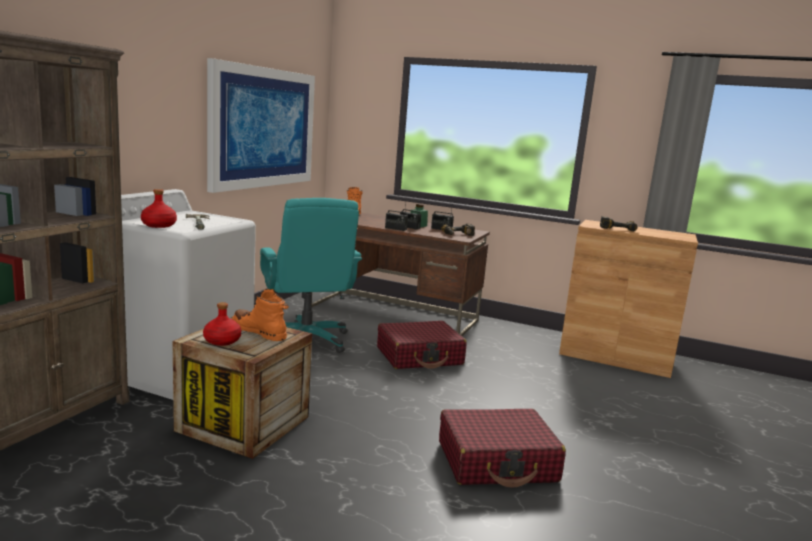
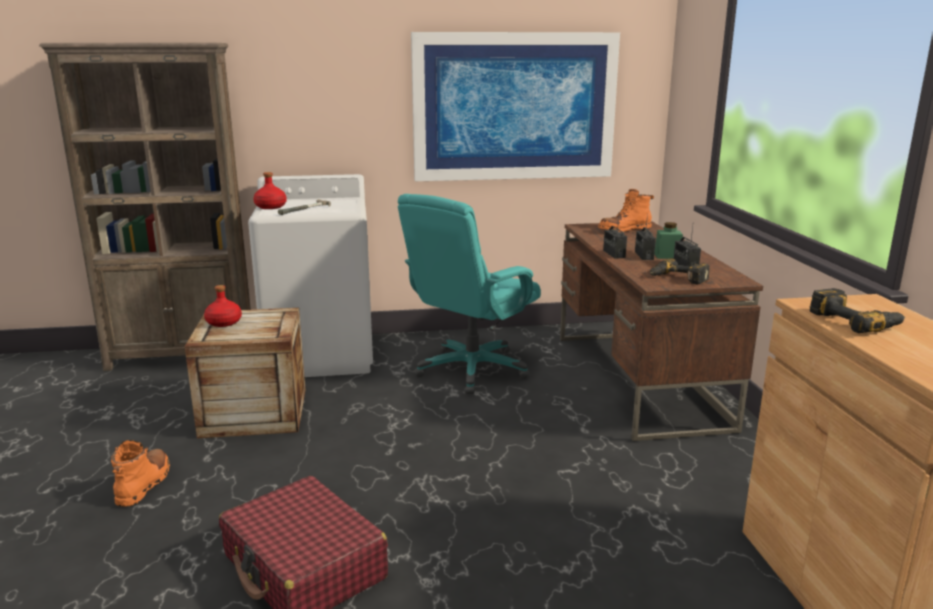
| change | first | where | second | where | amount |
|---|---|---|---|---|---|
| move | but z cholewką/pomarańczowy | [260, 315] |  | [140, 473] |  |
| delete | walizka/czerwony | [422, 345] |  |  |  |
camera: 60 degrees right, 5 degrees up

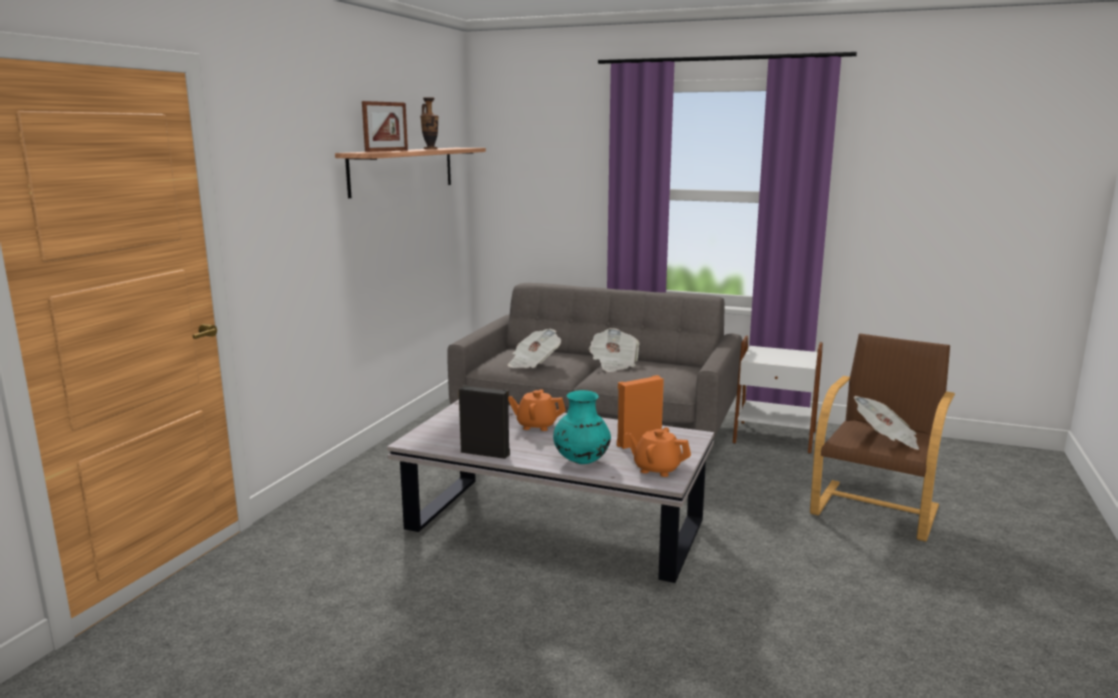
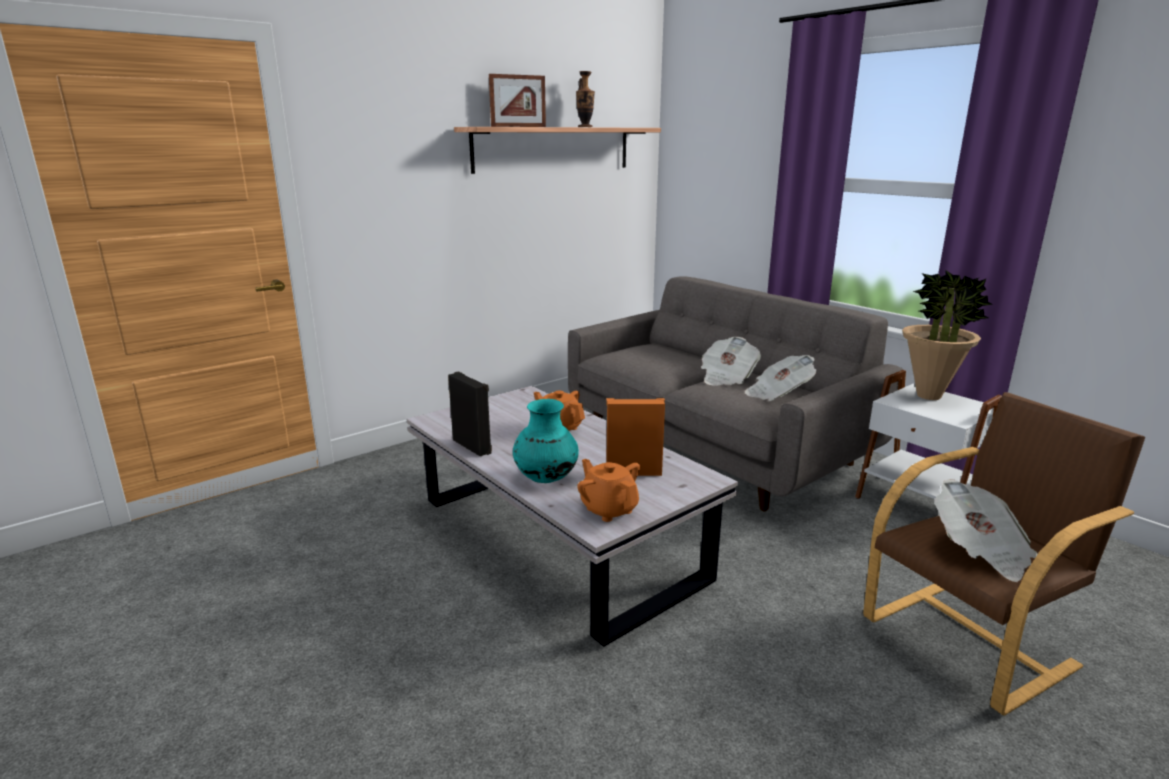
| change | first | where | second | where | amount |
|---|---|---|---|---|---|
| move | gazeta | [534, 348] |  | [780, 378] |  |
| insert |  |  | roślina doniczkowa | [947, 335] |  |
camera: 30 degrees right, 5 degrees up

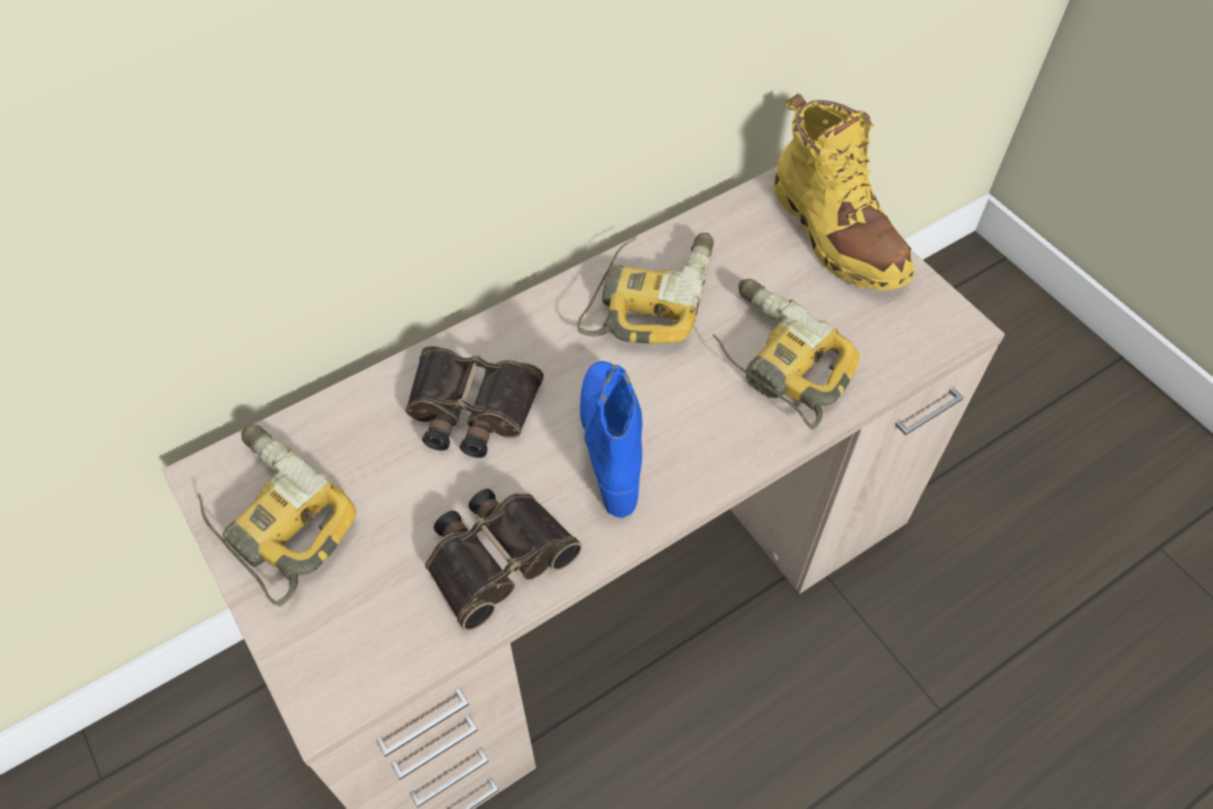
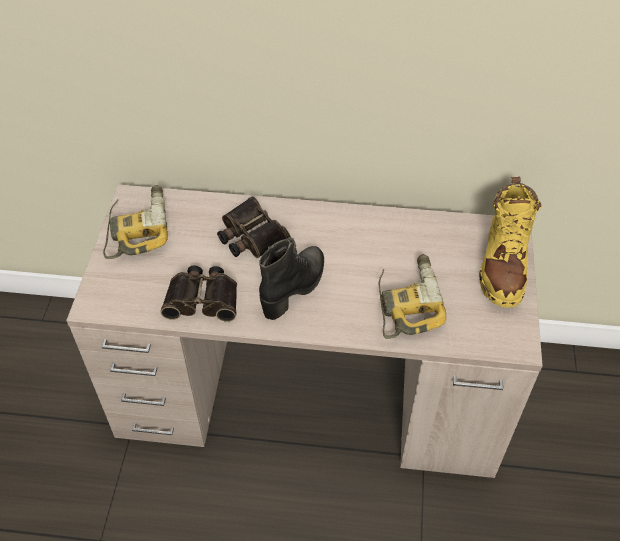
| change | first | where | second | where | amount |
|---|---|---|---|---|---|
| delete | wiertarka | [645, 288] |  |  |  |
| recolor | but z cholewką/niebieski | [611, 439] | but z cholewką/czarny | [291, 278] |  |
camera: 40 degrees right, 5 degrees down

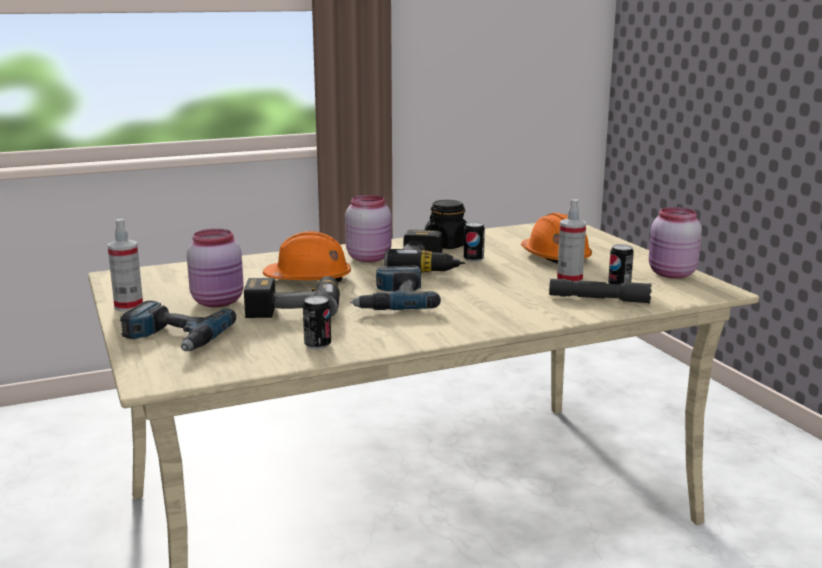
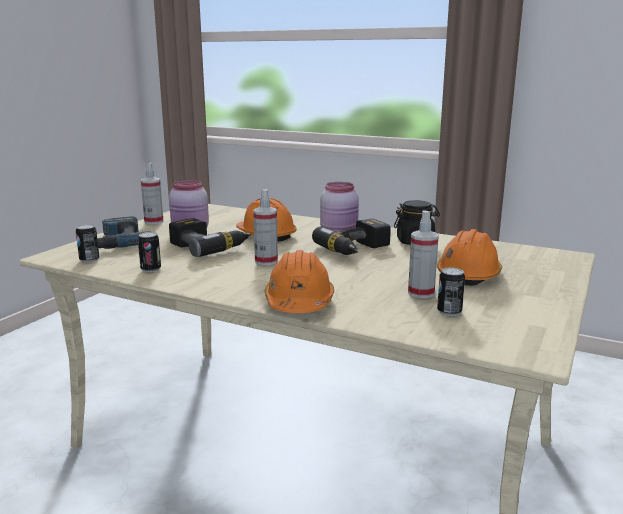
| change | first | where | second | where | amount |
|---|---|---|---|---|---|
| delete | słoik/różowy | [675, 242] |  |  |  |
| move | puszka | [474, 242] |  | [87, 243] |  |
| replace | wiertarka | [395, 288] | spryskiwacz | [265, 227] |  |
| delete | latarka/szary | [600, 291] |  |  |  |
| insert |  |  | kask/pomarańczowy | [299, 281] |  |
camera: 50 degrees right, 0 degrees up

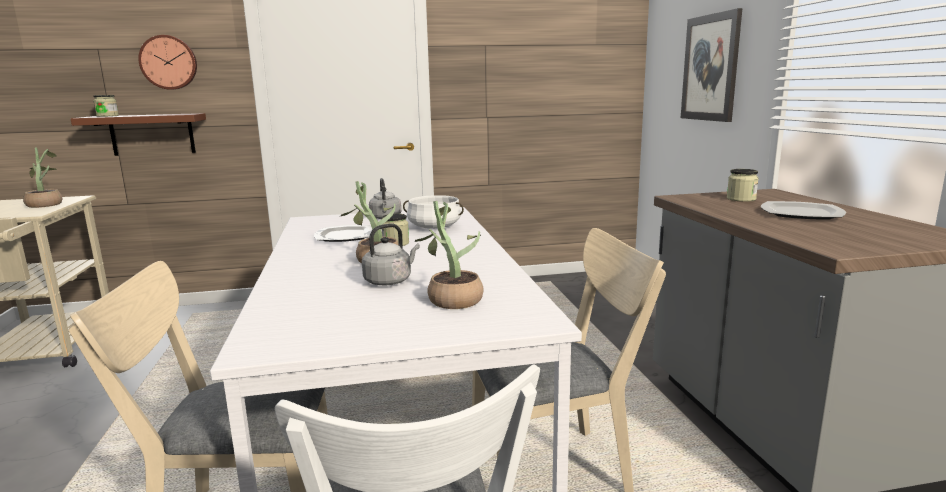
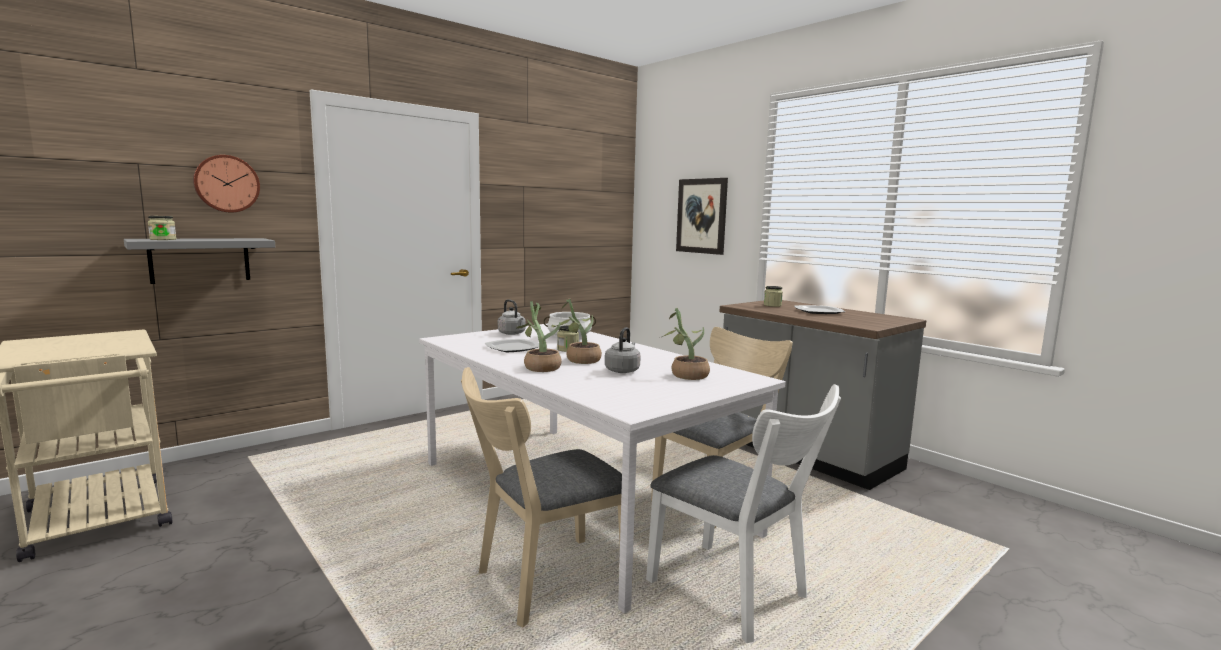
| change | first | where | second | where | amount |
|---|---|---|---|---|---|
| recolor | półka/brązowy | [138, 134] | półka/szary | [199, 261] |  |
| move | roślina doniczkowa | [42, 178] |  | [539, 336] |  |
camera: 30 degrees left, 5 degrees down

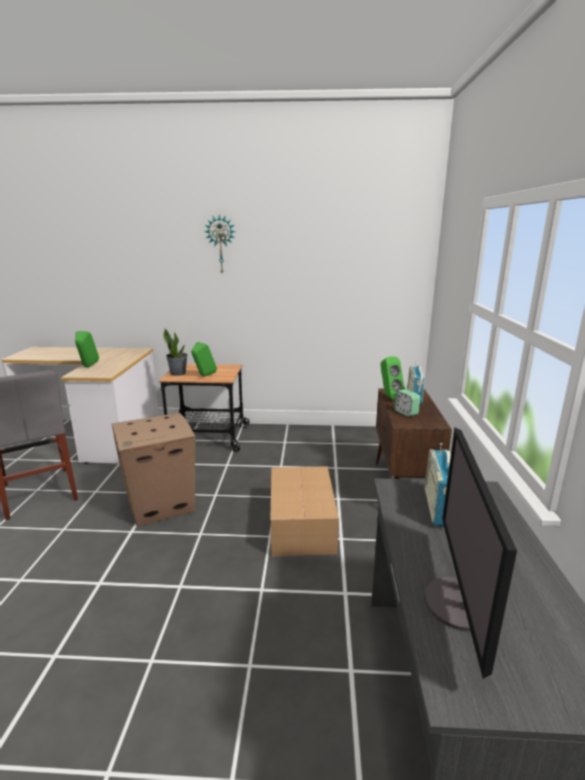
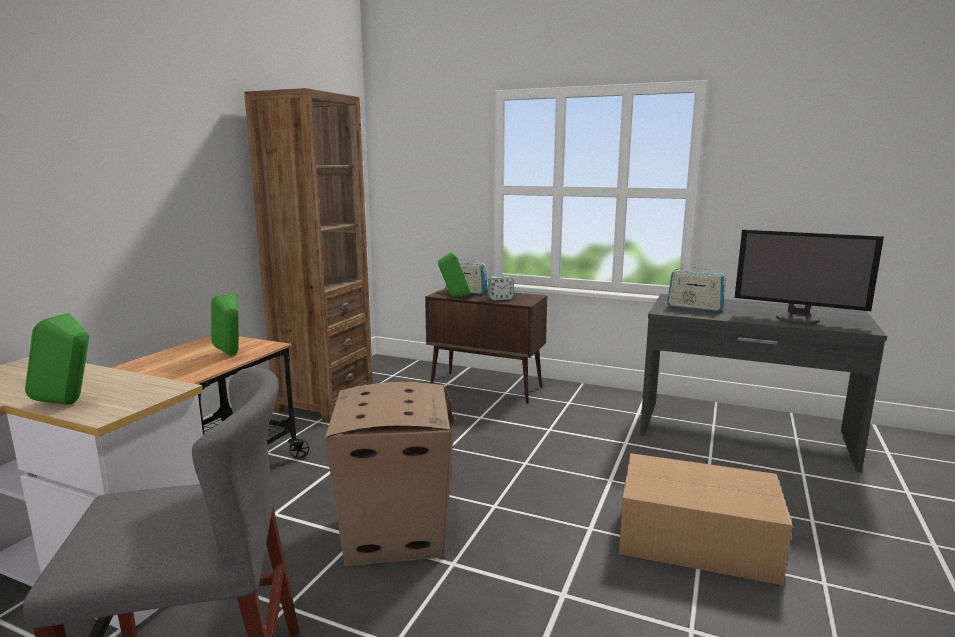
| change | first | where | second | where | amount |
|---|---|---|---|---|---|
| delete | zegar ścienny | [220, 244] |  |  |  |
| delete | roślina doniczkowa | [175, 352] |  |  |  |
| move | karton | [304, 511] |  | [706, 519] |  |
| insert |  |  | regał/brązowy | [308, 255] |  |
camera: 70 degrees left, 5 degrees down

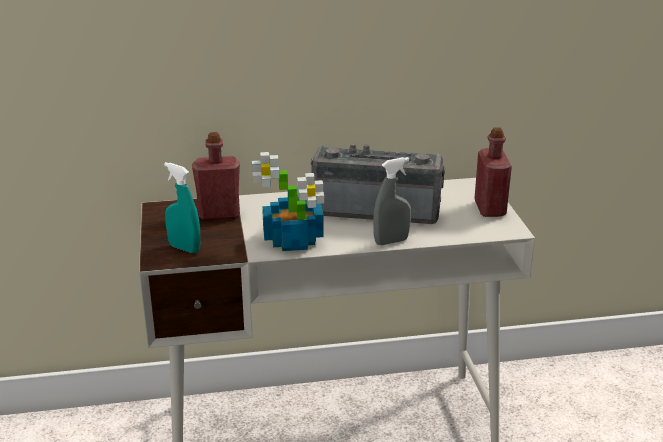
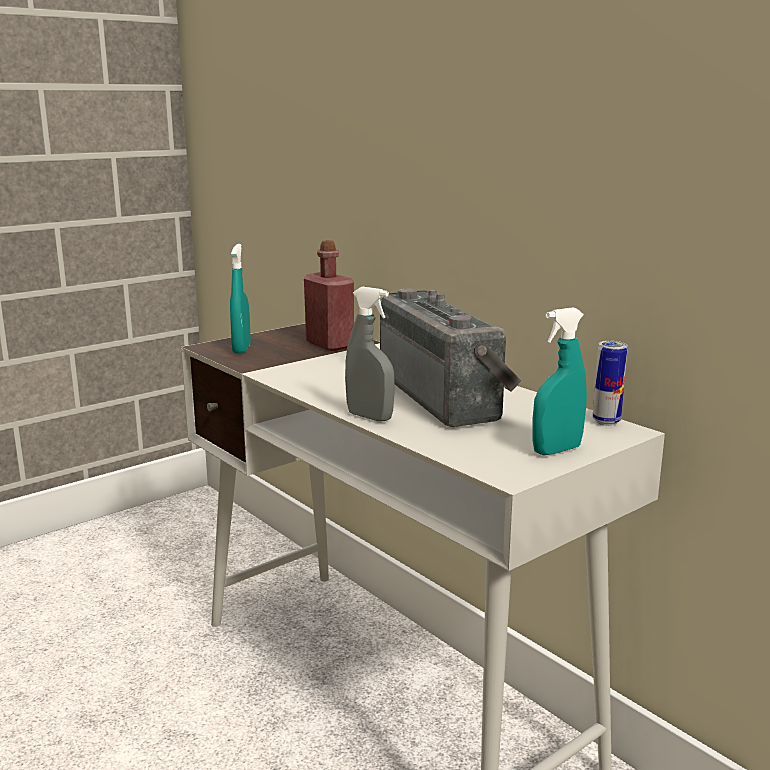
| change | first | where | second | where | amount |
|---|---|---|---|---|---|
| replace | butelka/czerwony | [493, 172] | spryskiwacz/turkusowy | [559, 381] |  |
| delete | roślina doniczkowa | [288, 201] |  |  |  |
| insert |  |  | puszka | [610, 383] |  |
camera: 60 degrees right, 10 degrees down

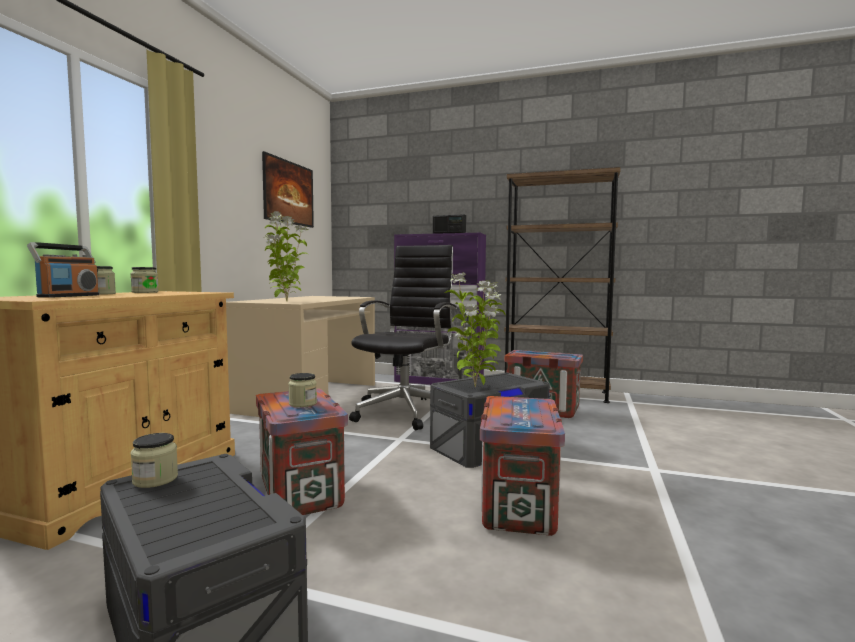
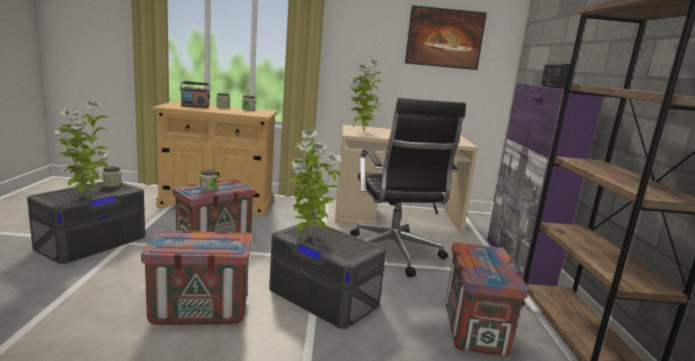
| change | first | where | second | where | amount |
|---|---|---|---|---|---|
| rotate | krzesło biurowe/czarny | [403, 337] |  | [408, 187] | 75 degrees clockwise |
| insert |  |  | roślina doniczkowa | [81, 149] |  |
camera: 70 degrees right, 10 degrees up

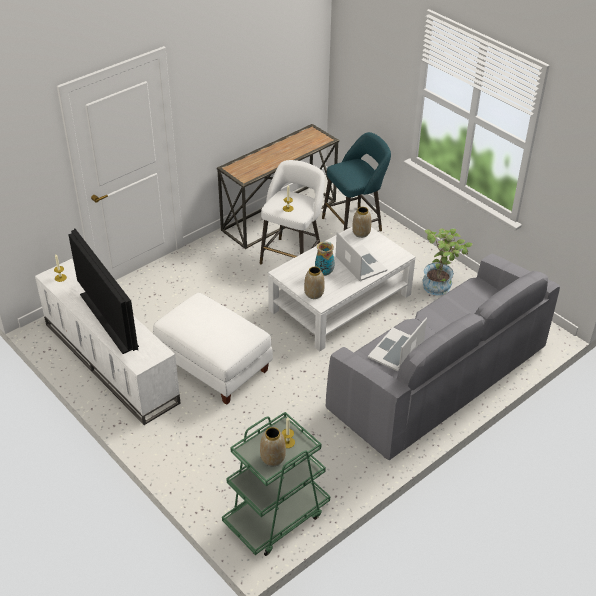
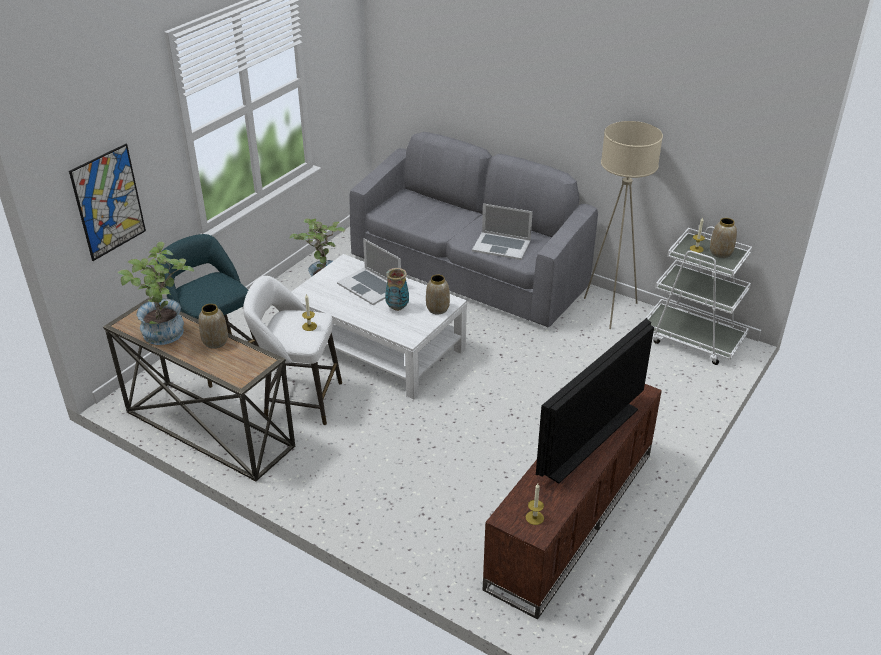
| change | first | where | second | where | amount |
|---|---|---|---|---|---|
| move | wazon | [361, 222] |  | [213, 326] |  |
| rotate | laptop | [361, 256] |  | [369, 271] | 90 degrees counterclockwise |
| recolor | szafka pod telewizor/biały | [108, 341] | szafka pod telewizor/brązowy | [572, 502] |  |
| delete | pufa/biały | [213, 349] |  |  |  |
| recolor | wózek/zielony | [276, 484] | wózek/biały | [698, 295] |  |
| insert |  |  | lampa stojąca/beżowy | [623, 225] |  |
| insert |  |  | obraz | [107, 202] |  |
| insert |  |  | roślina doniczkowa | [156, 293] |  |
camera: 105 degrees left, 5 degrees down

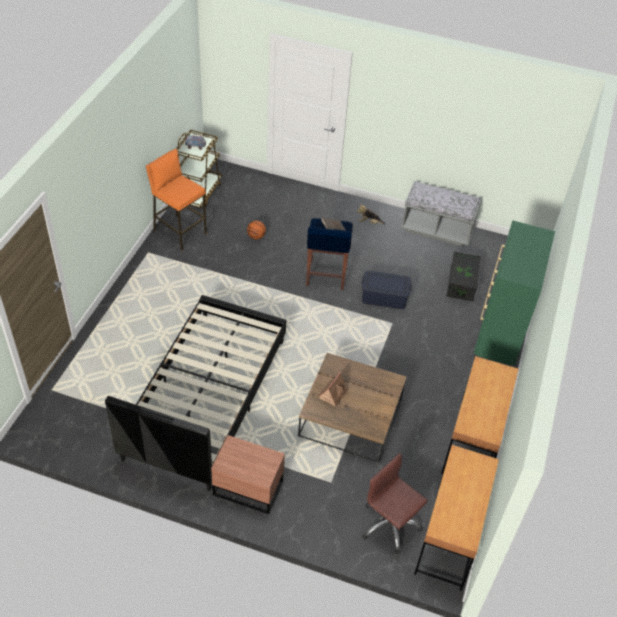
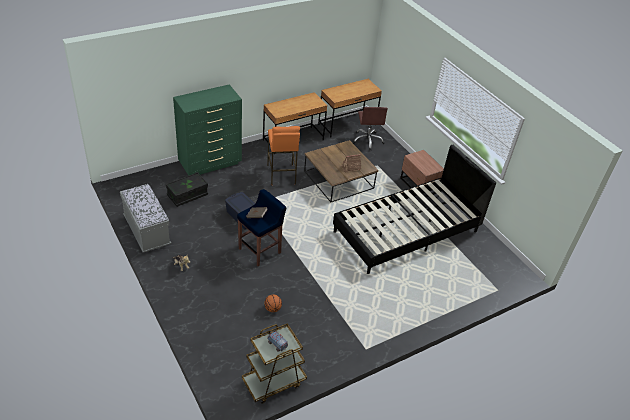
| change | first | where | second | where | amount |
|---|---|---|---|---|---|
| move | stołek/pomarańczowy | [176, 200] |  | [283, 155] |  |
camera: 140 degrees left, 5 degrees down

